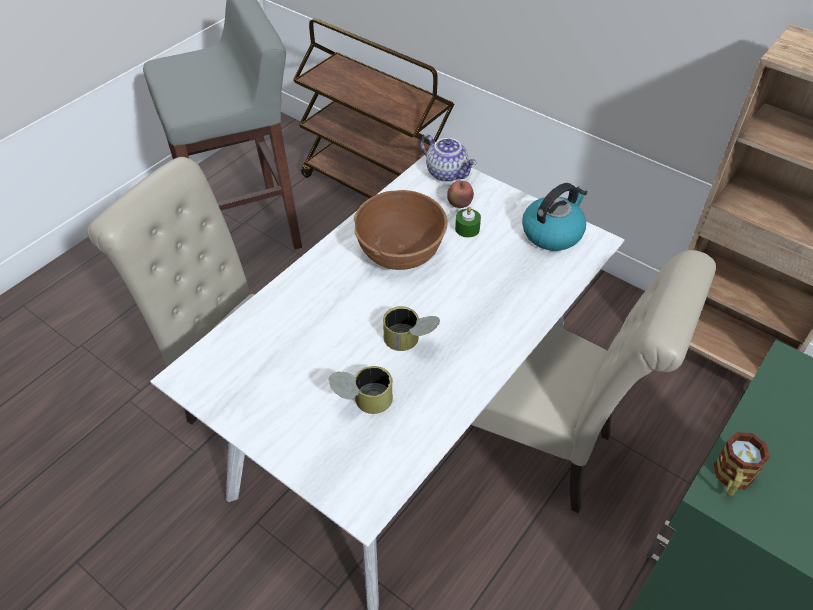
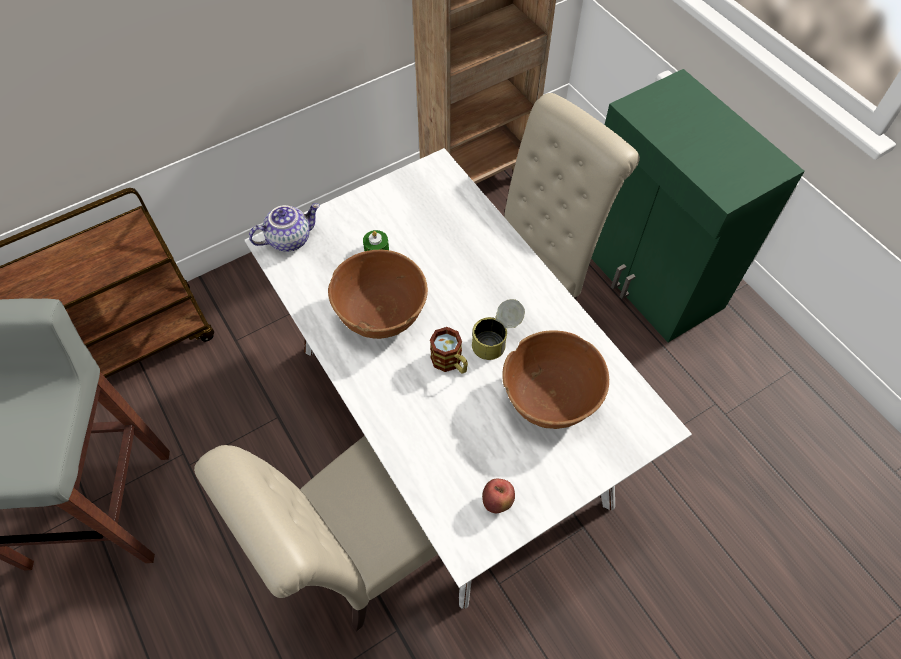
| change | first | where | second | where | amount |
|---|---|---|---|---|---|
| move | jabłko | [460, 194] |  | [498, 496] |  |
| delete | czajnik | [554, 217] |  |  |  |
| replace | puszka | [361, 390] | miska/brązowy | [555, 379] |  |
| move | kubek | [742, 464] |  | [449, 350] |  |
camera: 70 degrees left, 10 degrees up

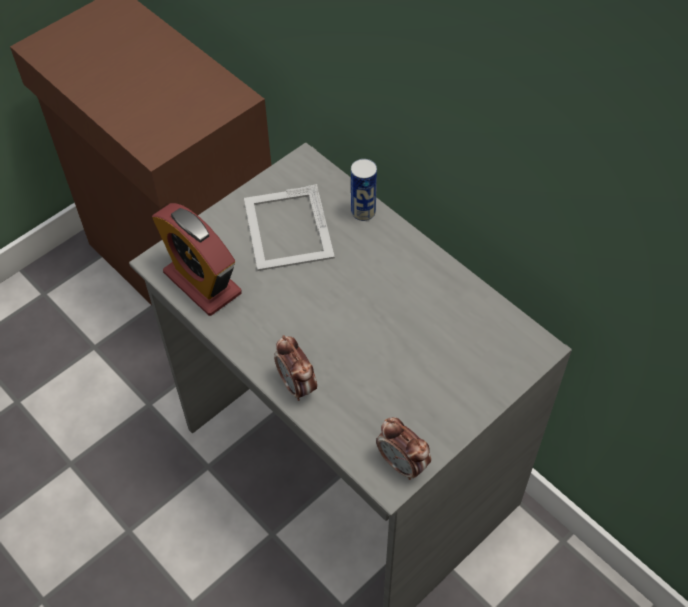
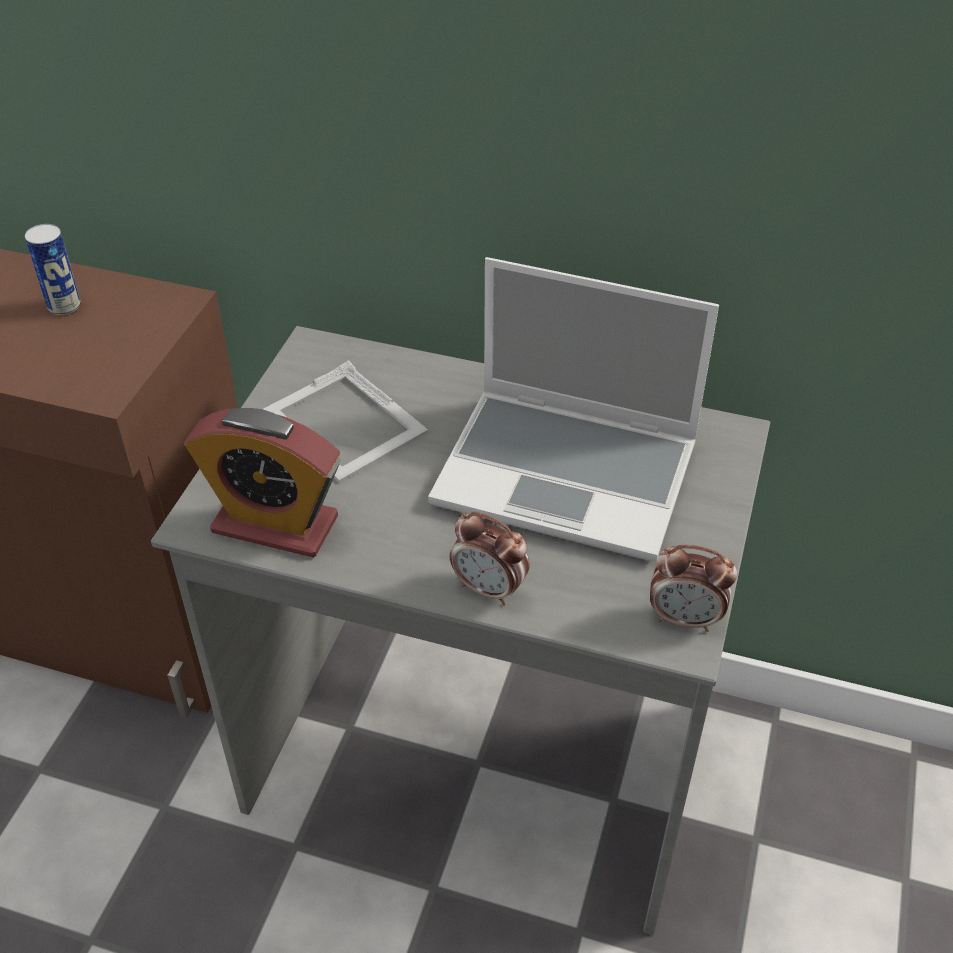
| change | first | where | second | where | amount |
|---|---|---|---|---|---|
| move | puszka | [364, 190] |  | [53, 269] |  |
| insert |  |  | laptop | [573, 409] |  |
camera: 30 degrees left, 10 degrees down

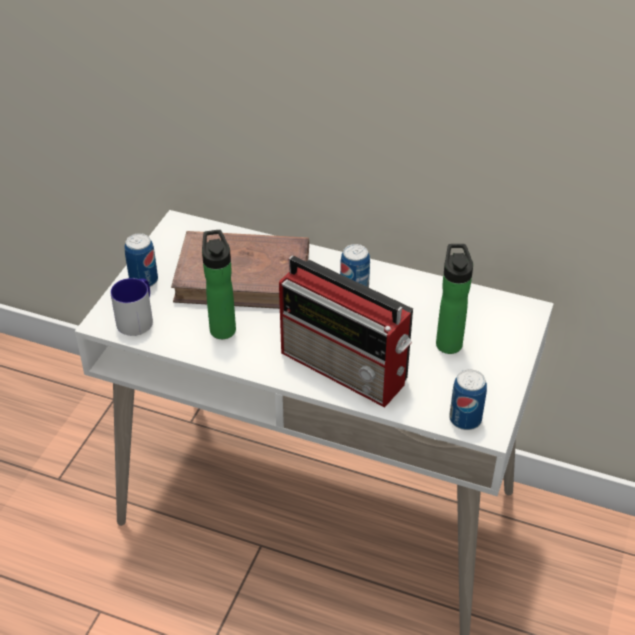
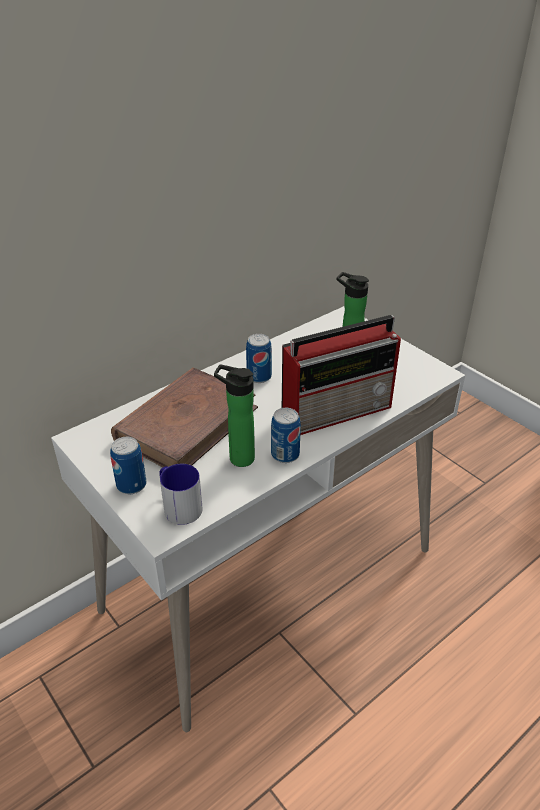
| change | first | where | second | where | amount |
|---|---|---|---|---|---|
| move | puszka | [468, 399] |  | [286, 435] |  |
camera: 60 degrees left, 5 degrees down

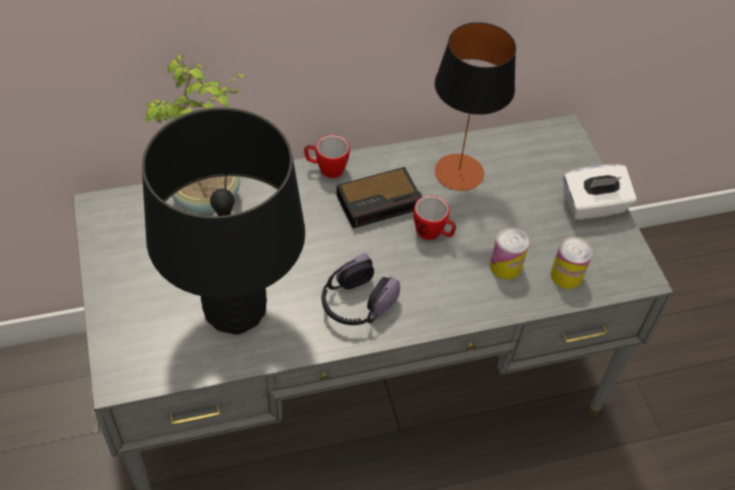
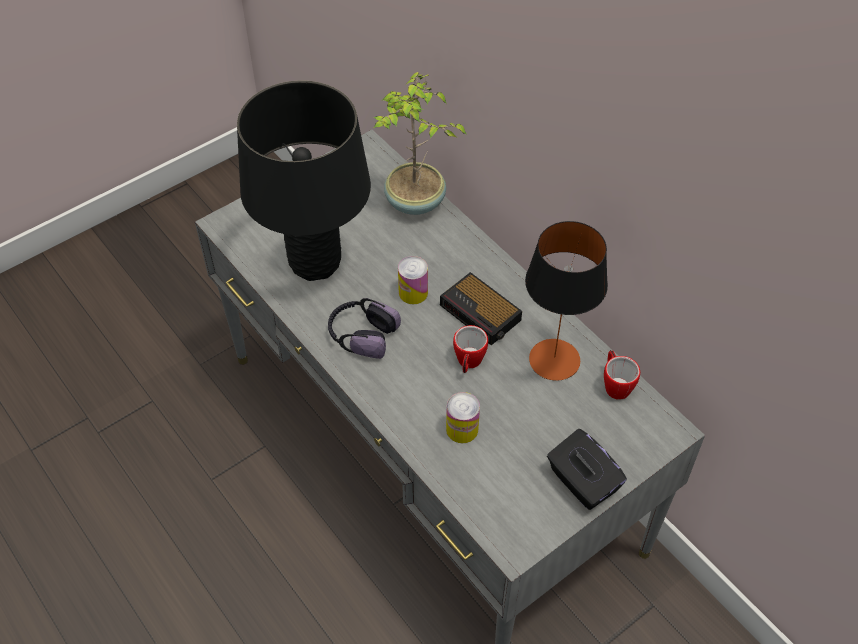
| change | first | where | second | where | amount |
|---|---|---|---|---|---|
| move | kubek | [327, 156] |  | [622, 375] |  |
| recolor | pudełko chusteczek/biały | [600, 192] | pudełko chusteczek/czarny | [587, 469] |  |
| move | puszka | [571, 263] |  | [413, 280] |  |
camera: 70 degrees right, 0 degrees up

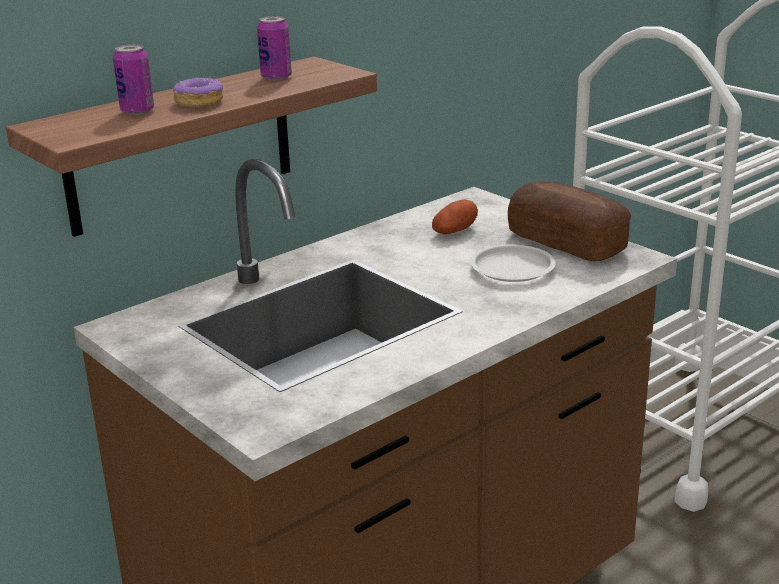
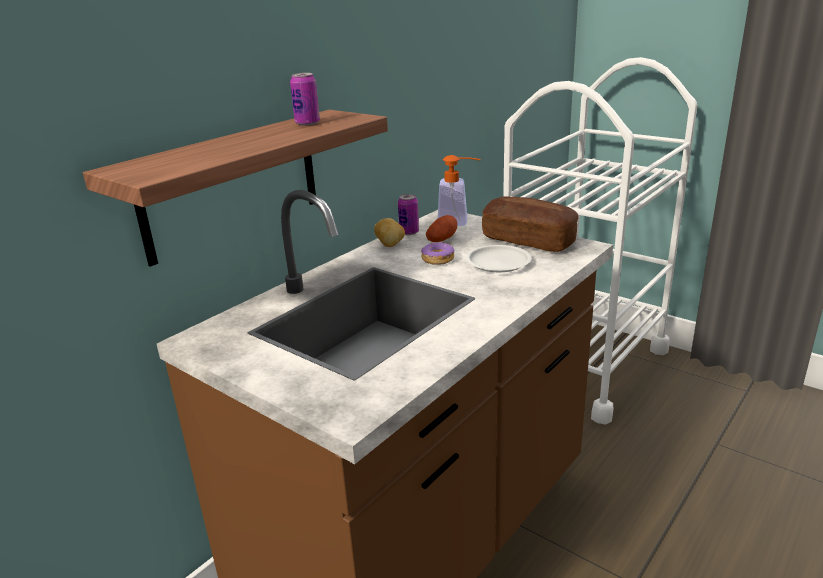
| change | first | where | second | where | amount |
|---|---|---|---|---|---|
| move | puszka | [133, 79] |  | [408, 214] |  |
| move | donut | [198, 92] |  | [438, 253] |  |
| insert |  |  | dozownik mydła | [459, 190] |  |
| insert |  |  | ziemniak | [389, 232] |  |
camera: 10 degrees left, 0 degrees up

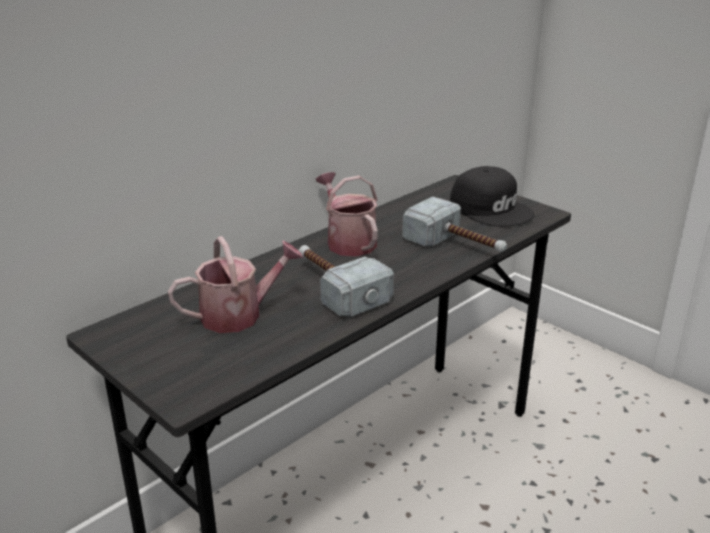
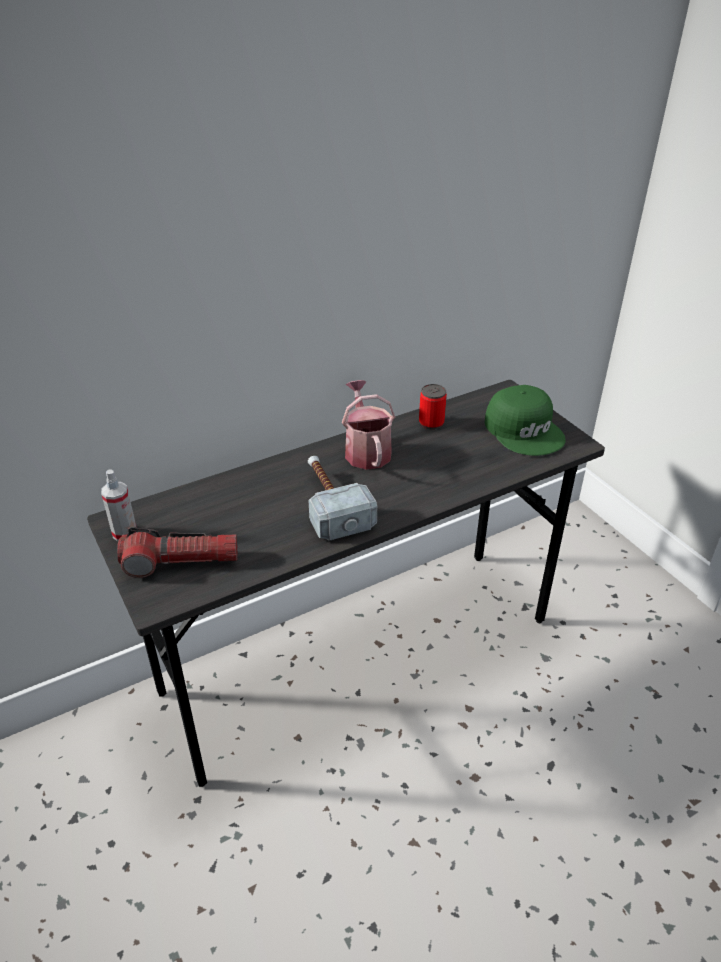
| change | first | where | second | where | amount |
|---|---|---|---|---|---|
| recolor | czapka z daszkiem/czarny | [492, 196] | czapka z daszkiem/zielony | [525, 420] |  |
| delete | młotek | [454, 224] |  |  |  |
| delete | konewka | [235, 284] |  |  |  |
| insert |  |  | puszka | [433, 407] |  |
| insert |  |  | spryskiwacz | [119, 505] |  |
| insert |  |  | latarka | [177, 552] |  |
camera: 15 degrees right, 10 degrees up

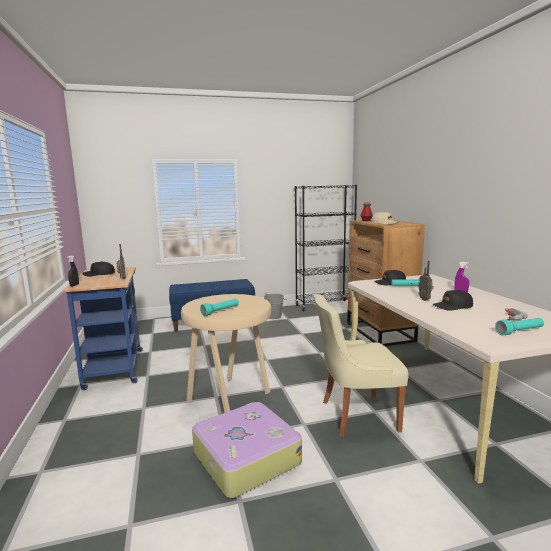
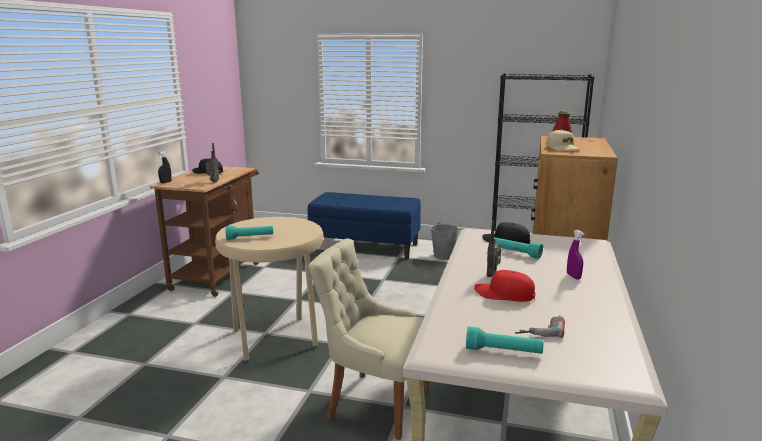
| change | first | where | second | where | amount |
|---|---|---|---|---|---|
| recolor | wózek/niebieski | [103, 328] | wózek/brązowy | [204, 231] |  |
| recolor | czapka z daszkiem/czarny | [452, 300] | czapka z daszkiem/czerwony | [504, 286] |  |
| delete | walizka | [247, 450] |  |  |  |
camera: 30 degrees right, 5 degrees up

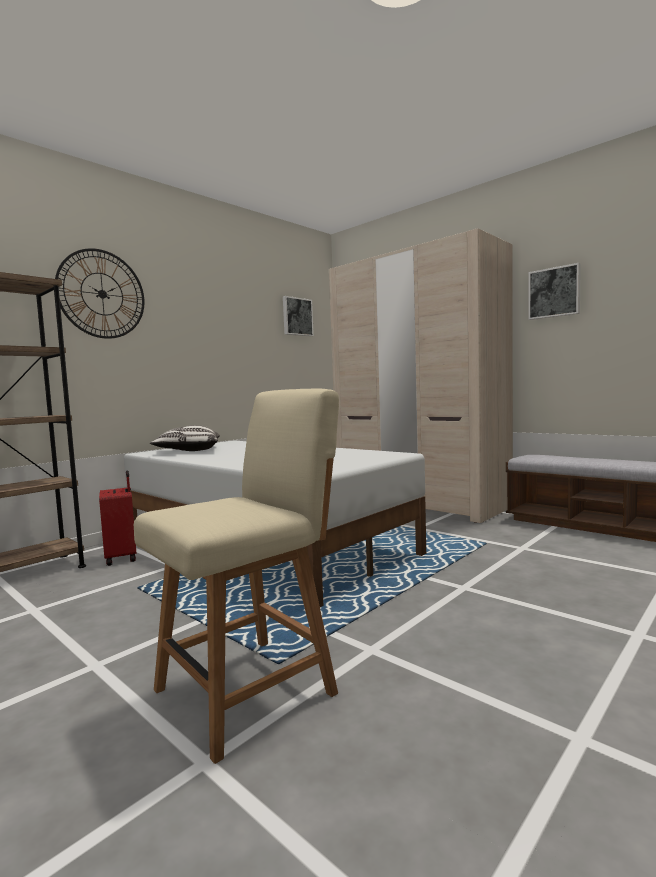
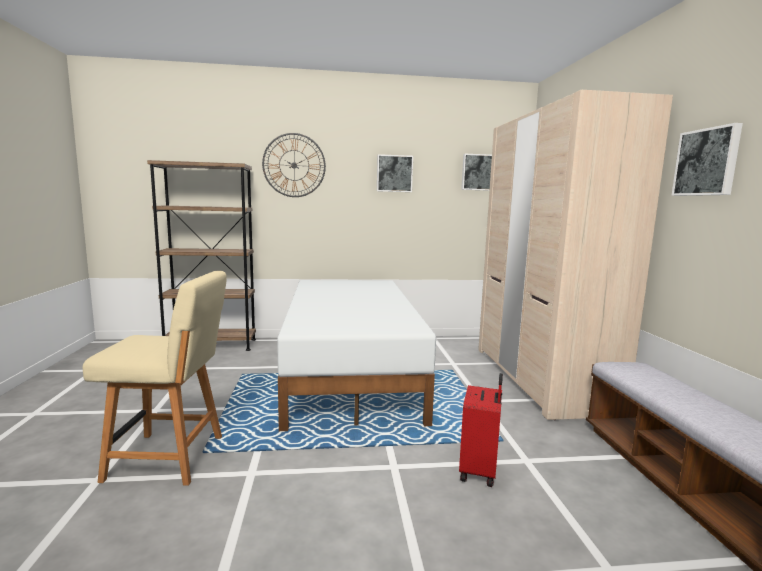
| change | first | where | second | where | amount |
|---|---|---|---|---|---|
| delete | poduszka | [185, 438] |  |  |  |
| move | walizka/czerwony | [117, 518] |  | [481, 430] |  |
| insert |  |  | obraz | [395, 173] |  |
camera: 40 degrees right, 5 degrees up

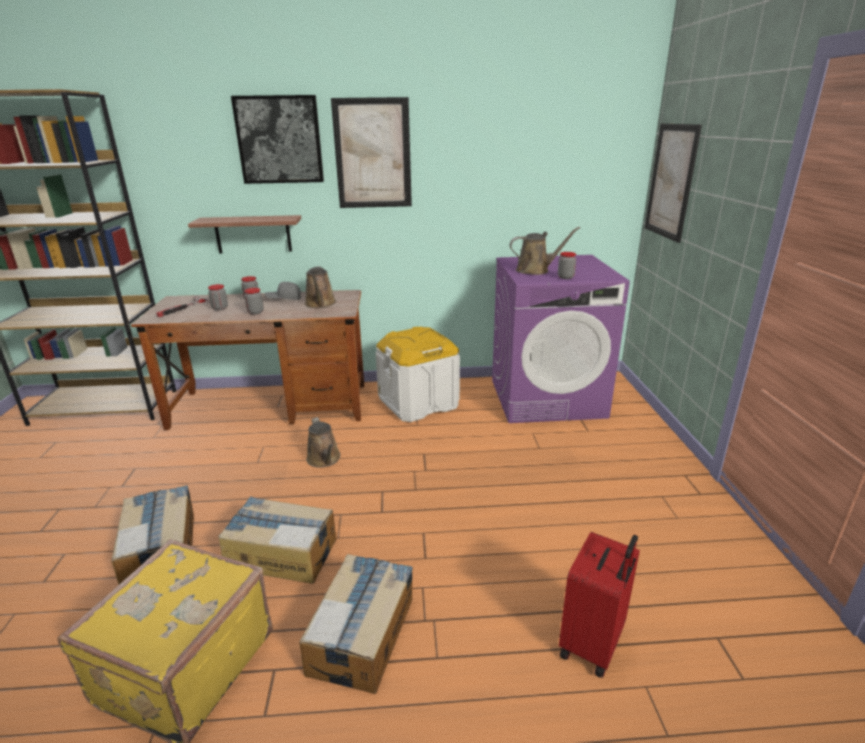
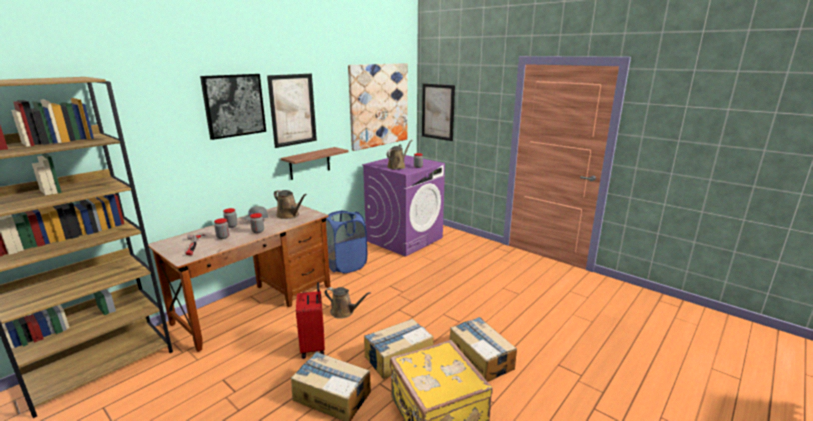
| change | first | where | second | where | amount |
|---|---|---|---|---|---|
| move | półka | [244, 234] |  | [315, 163] |  |
| replace | pojemnik do przechowywania/biały | [418, 374] | kosz na pranie/niebieski | [346, 241] |  |
| move | walizka/czerwony | [599, 605] |  | [310, 320] |  |
| insert |  |  | obraz | [378, 107] |  |
camera: 45 degrees left, 5 degrees down

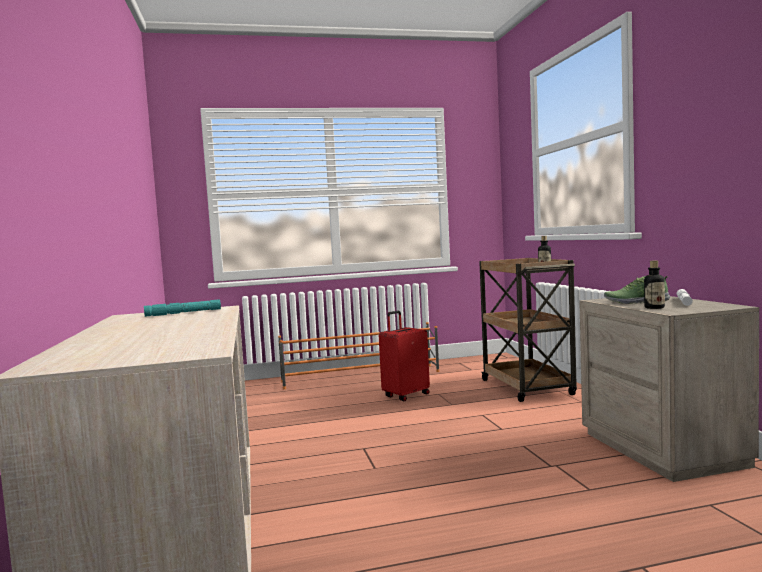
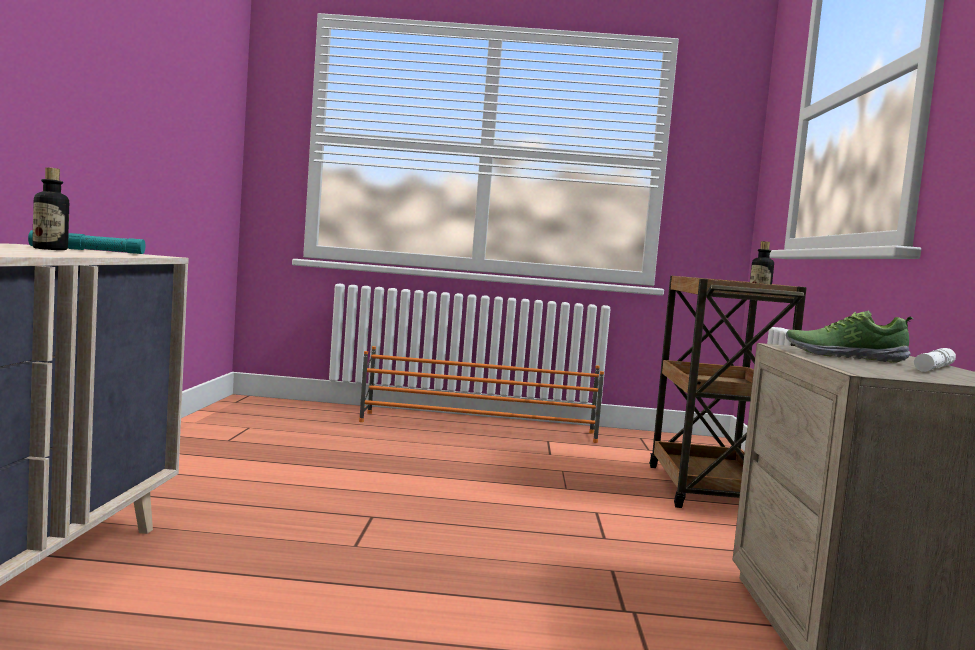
| change | first | where | second | where | amount |
|---|---|---|---|---|---|
| move | butelka | [654, 284] |  | [50, 208] |  |
| delete | walizka/czerwony | [404, 356] |  |  |  |
camera: 15 degrees right, 0 degrees up

